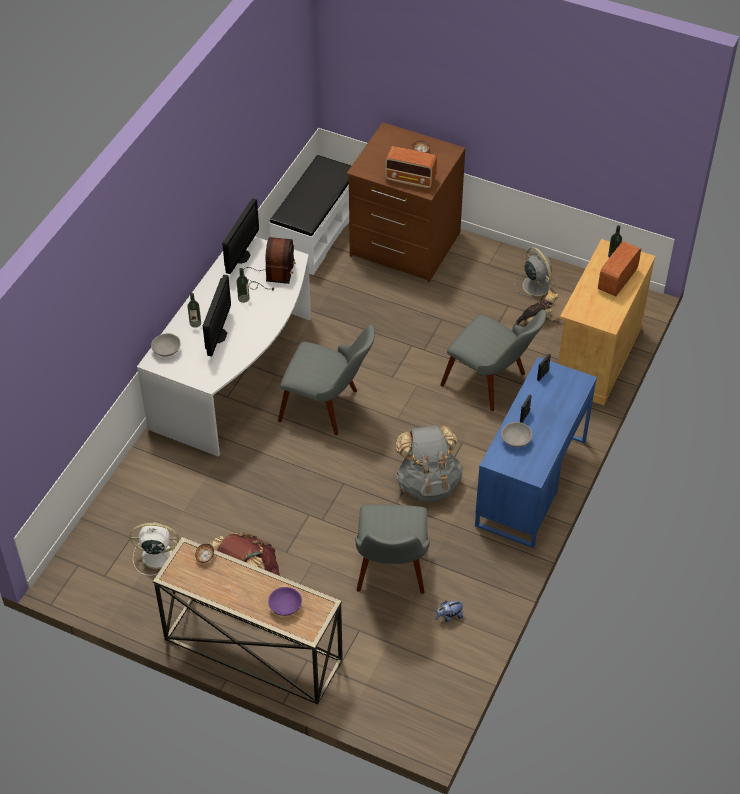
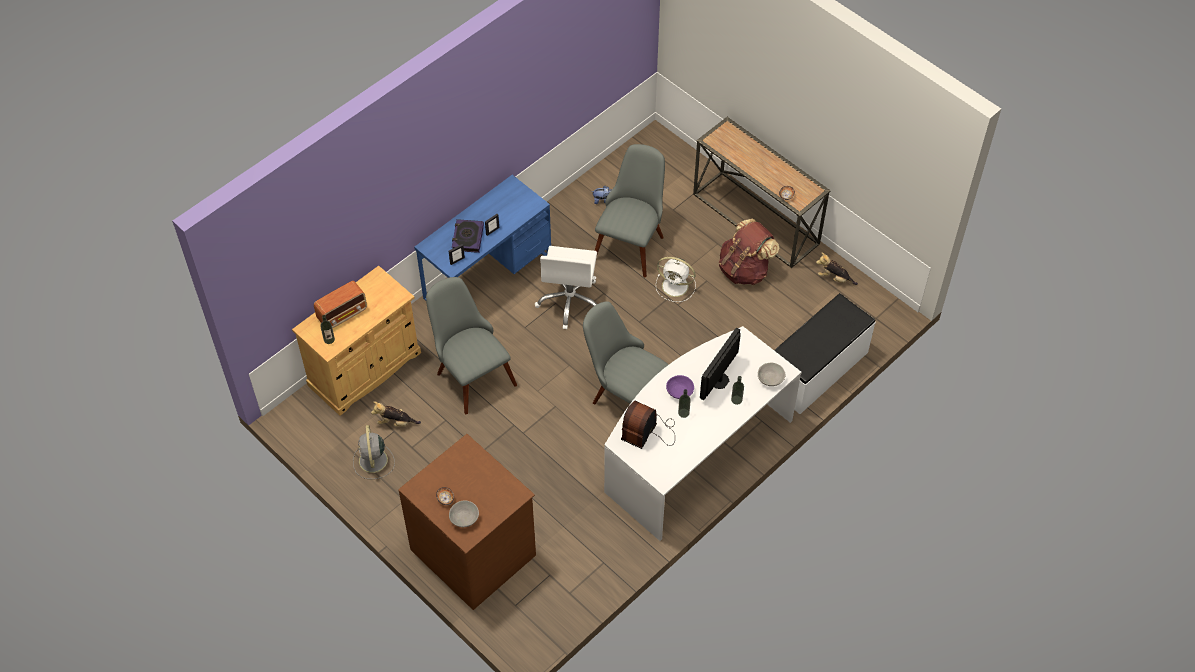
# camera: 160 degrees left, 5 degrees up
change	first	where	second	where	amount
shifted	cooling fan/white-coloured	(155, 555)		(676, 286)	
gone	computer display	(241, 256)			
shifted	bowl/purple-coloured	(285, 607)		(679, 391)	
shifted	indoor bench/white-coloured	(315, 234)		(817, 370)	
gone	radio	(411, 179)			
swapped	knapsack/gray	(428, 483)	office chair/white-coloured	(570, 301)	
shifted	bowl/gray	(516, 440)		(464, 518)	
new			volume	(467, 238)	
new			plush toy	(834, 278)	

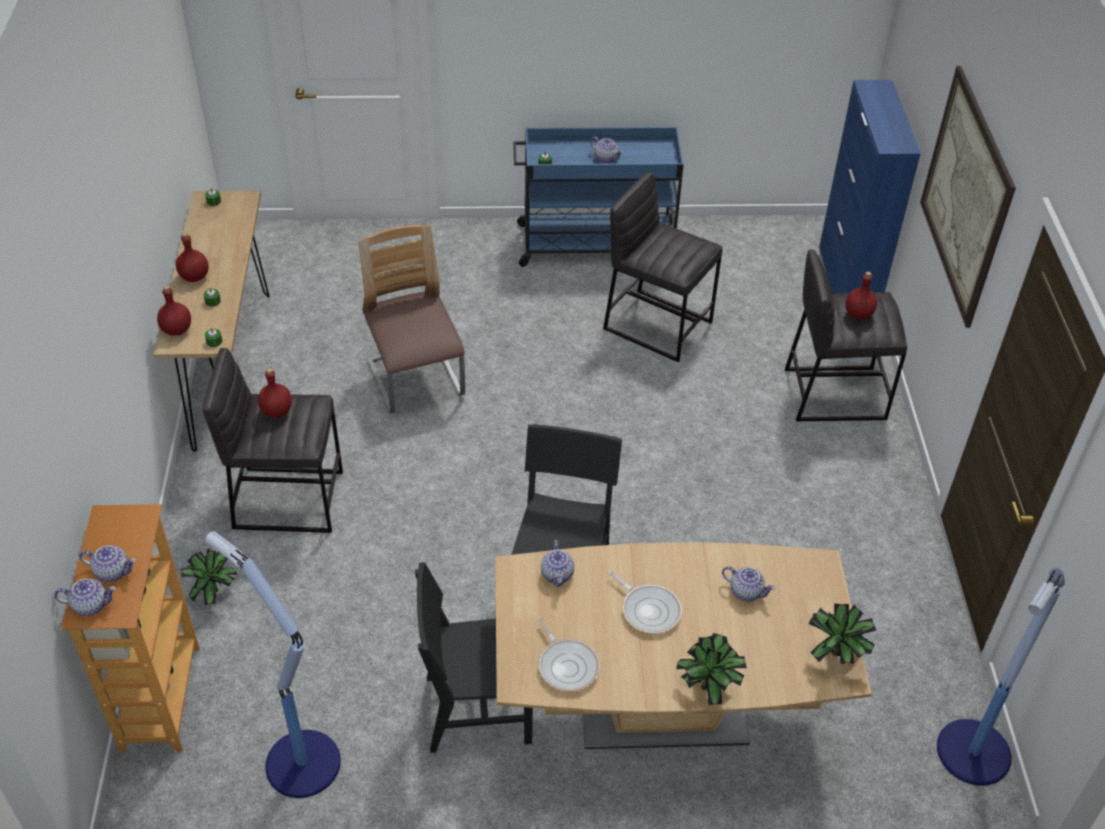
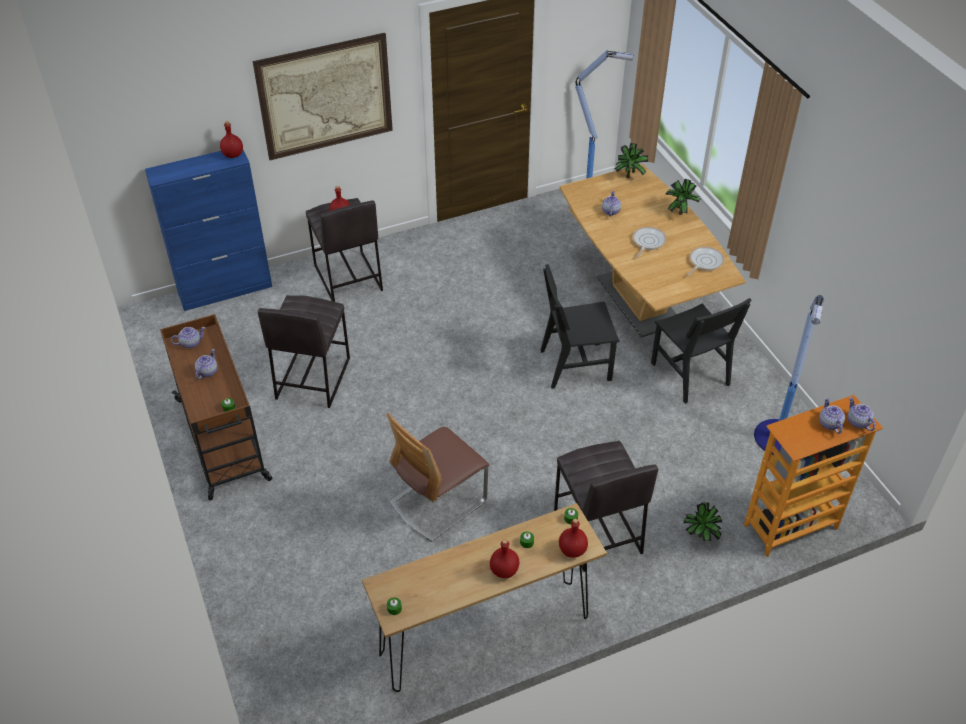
# camera: 110 degrees left, 0 degrees up
change	first	where	second	where	amount
shifted	beverage bottle/red	(277, 411)		(233, 154)	
repainted	cart/blue-coloured	(595, 244)	cart/brownish	(223, 440)	
shifted	tea pot	(557, 574)		(190, 343)	

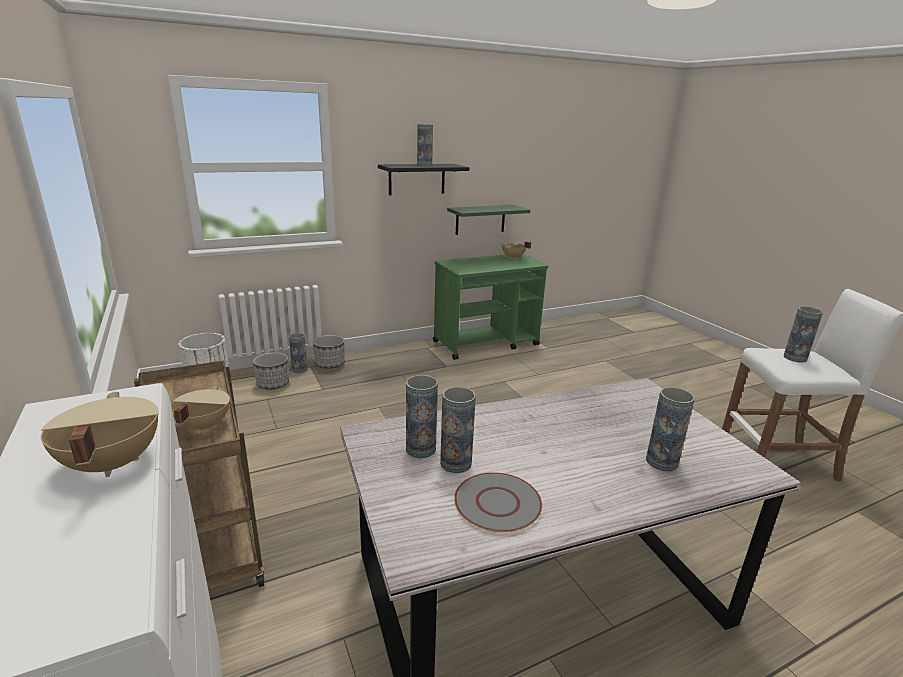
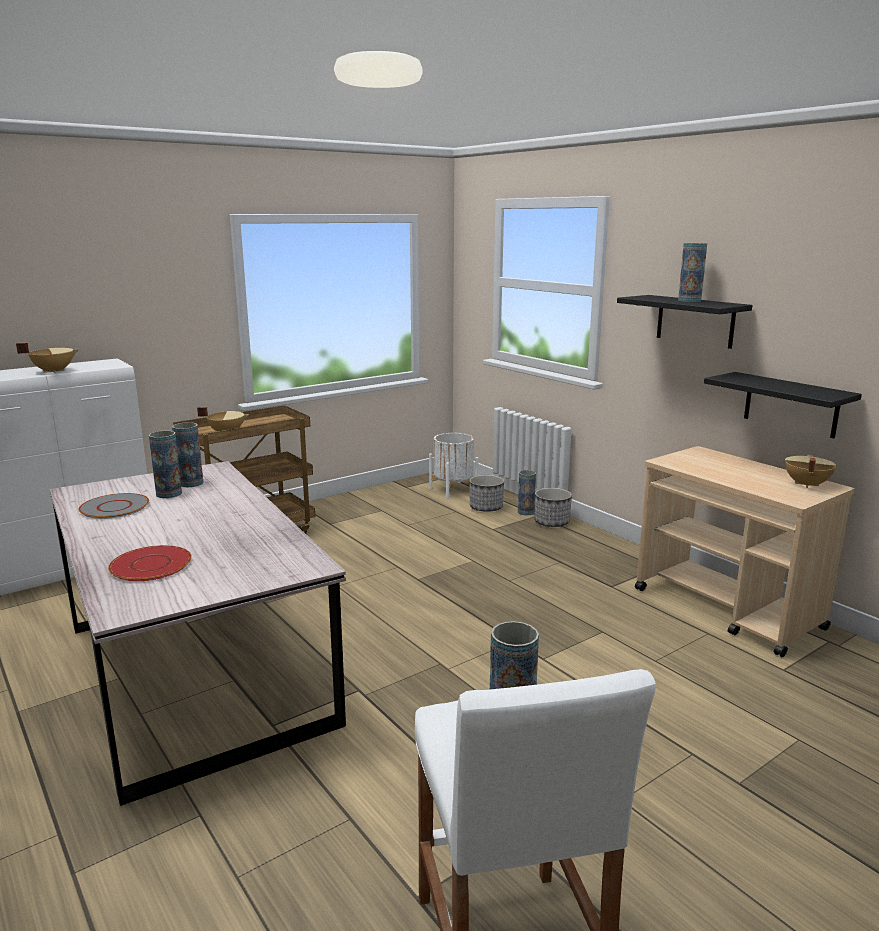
# camera: 80 degrees right, 5 degrees down
change	first	where	second	where	amount
repainted	cart/green	(486, 343)	cart/beige	(728, 609)	
repainted	shelf/green	(480, 219)	shelf/black	(791, 405)	
swapped	vase	(661, 461)	plate/red	(151, 564)	

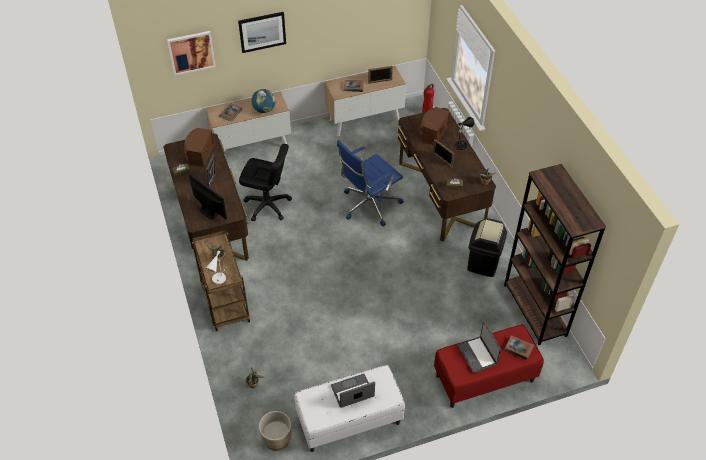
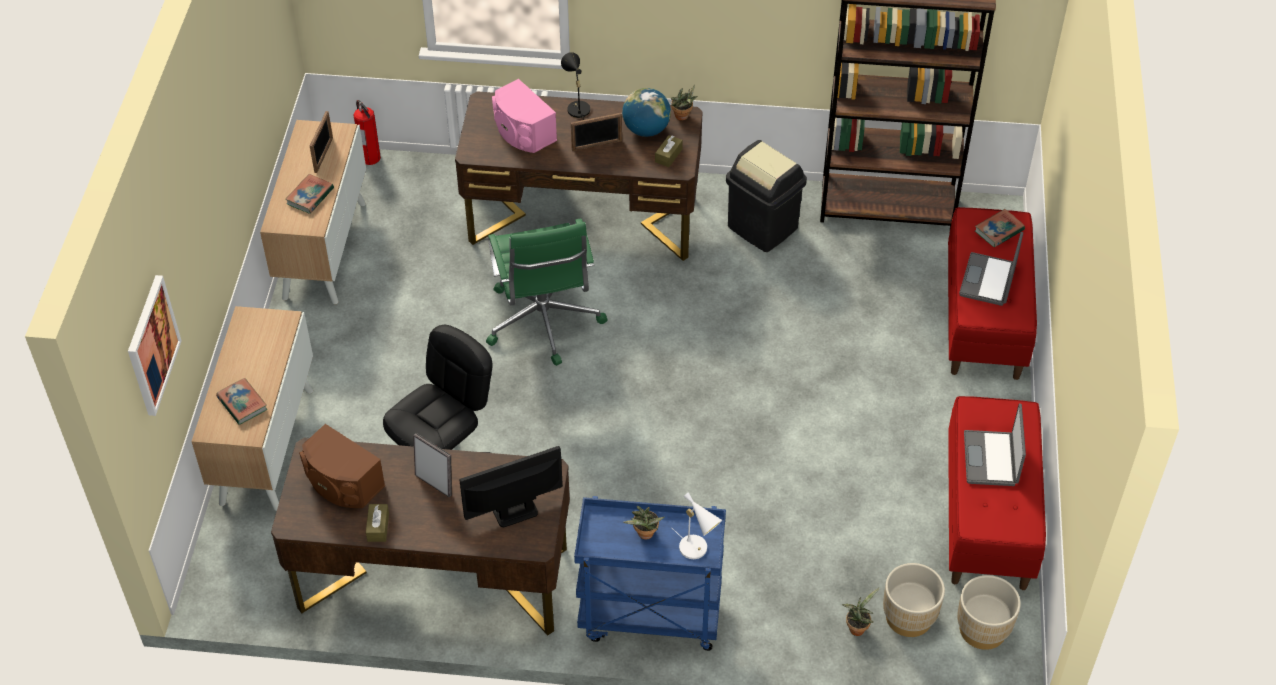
# camera: 65 degrees left, 0 degrees up
change	first	where	second	where	amount
repainted	cart/brownish	(224, 302)	cart/blue-coloured	(649, 616)	
gone	wall picture	(262, 31)			
shifted	globe	(264, 110)		(646, 130)	
repainted	indoor bench/white-coloured	(349, 420)	indoor bench/red	(988, 517)	
repainted	office chair/blue-coloured	(369, 205)	office chair/green	(543, 323)	
repainted	audio speaker/brownish	(432, 132)	audio speaker/pink	(522, 132)	
rotated	notebook computer	(478, 354)		(989, 280)	105 degrees clockwise
new			planter/beige	(909, 617)	

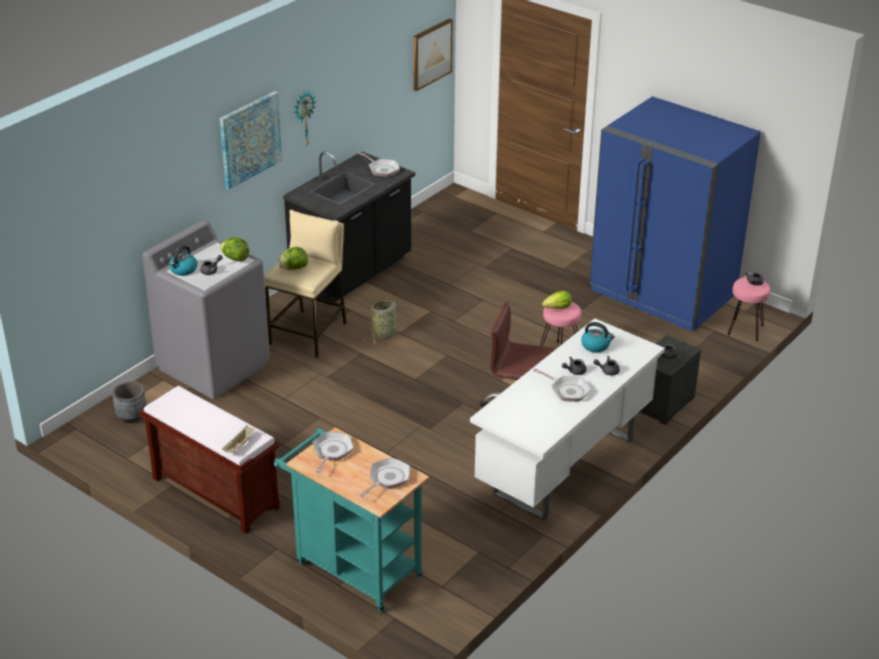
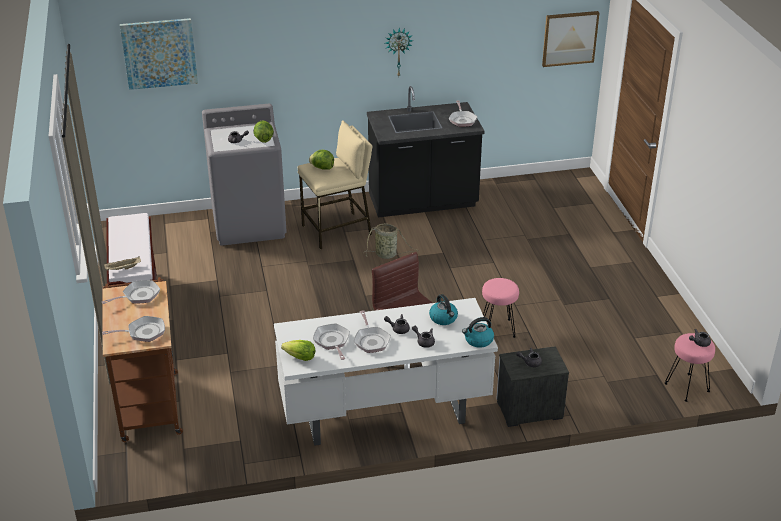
# camera: 40 degrees right, 0 degrees up
change	first	where	second	where	amount
gone	planter/gray	(131, 416)			
shifted	tea kettle	(183, 270)		(478, 340)	
shifted	wall picture	(250, 139)		(159, 53)	
repainted	cart/blue-green	(353, 567)	cart/brownish	(149, 401)	
shifted	head of lettuce	(558, 308)		(300, 357)	
gone	refrigerator/blue-coloured	(662, 293)			
new			frying pan	(332, 342)	

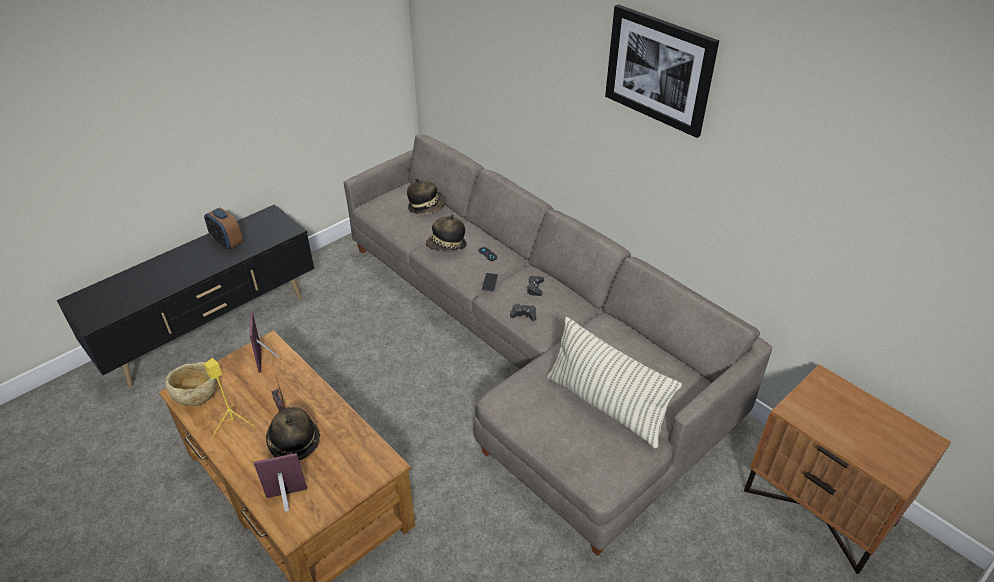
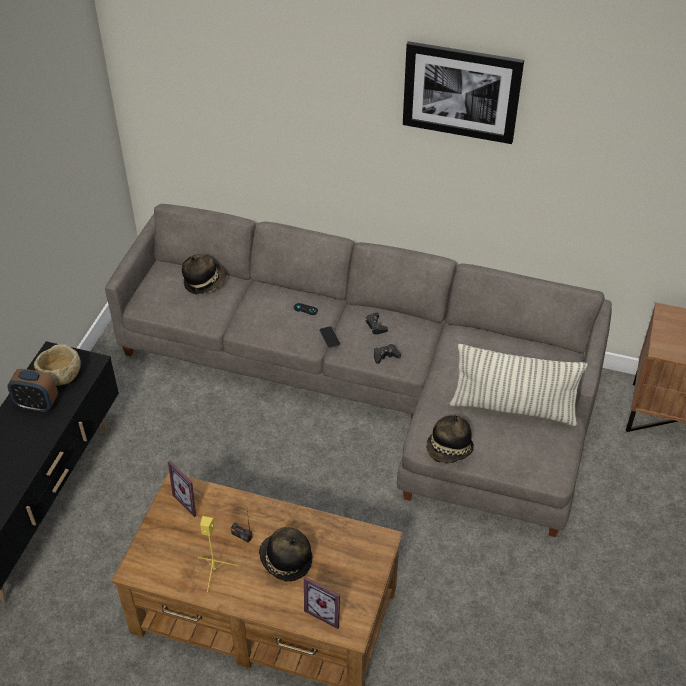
# camera: 30 degrees left, 5 degrees up
change	first	where	second	where	amount
shifted	bowl/beige	(197, 396)		(61, 377)	
rotated	standing frame	(287, 501)		(326, 611)	105 degrees counterclockwise
shifted	wearable hat	(446, 246)		(449, 450)	

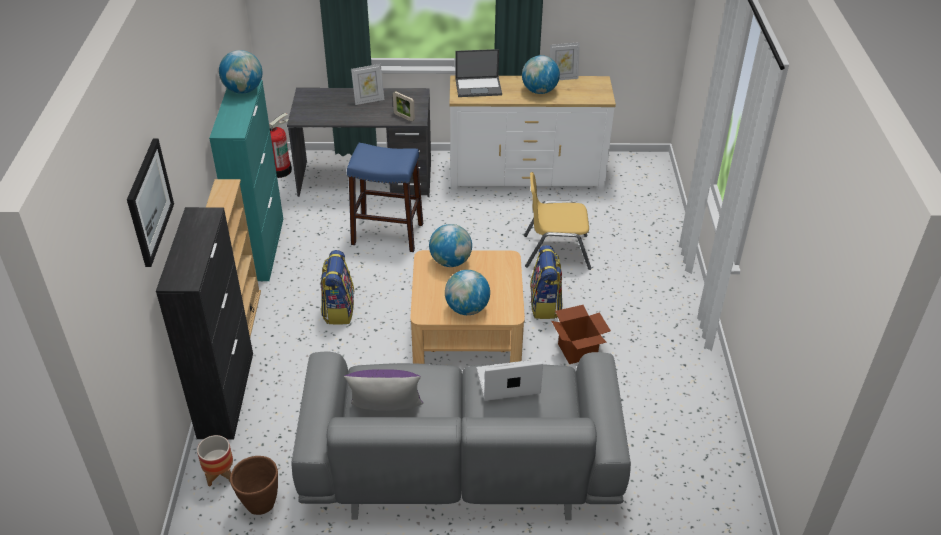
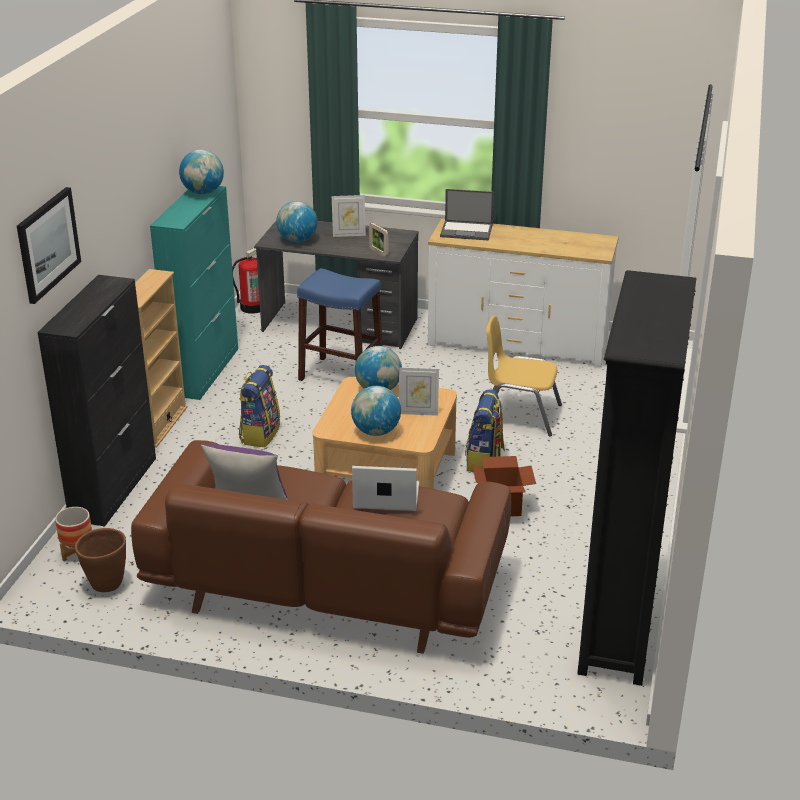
# camera: 15 degrees right, 10 degrees down
change	first	where	second	where	amount
repainted	couch/gray	(460, 463)	couch/brownish	(326, 584)	
shifted	globe	(539, 91)		(297, 240)	
shifted	standing frame	(563, 78)		(418, 412)	
new			shelving unit/black	(618, 626)	

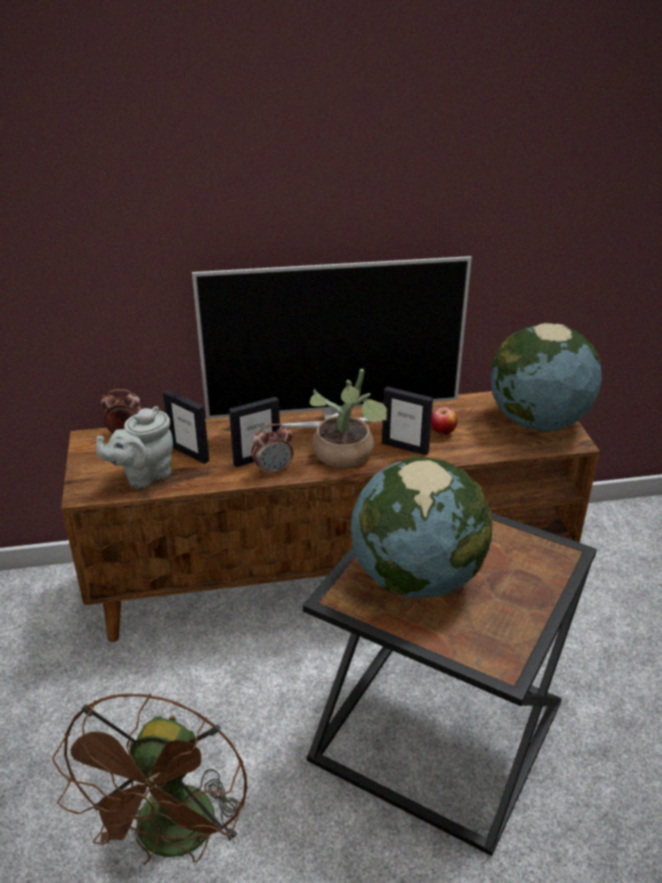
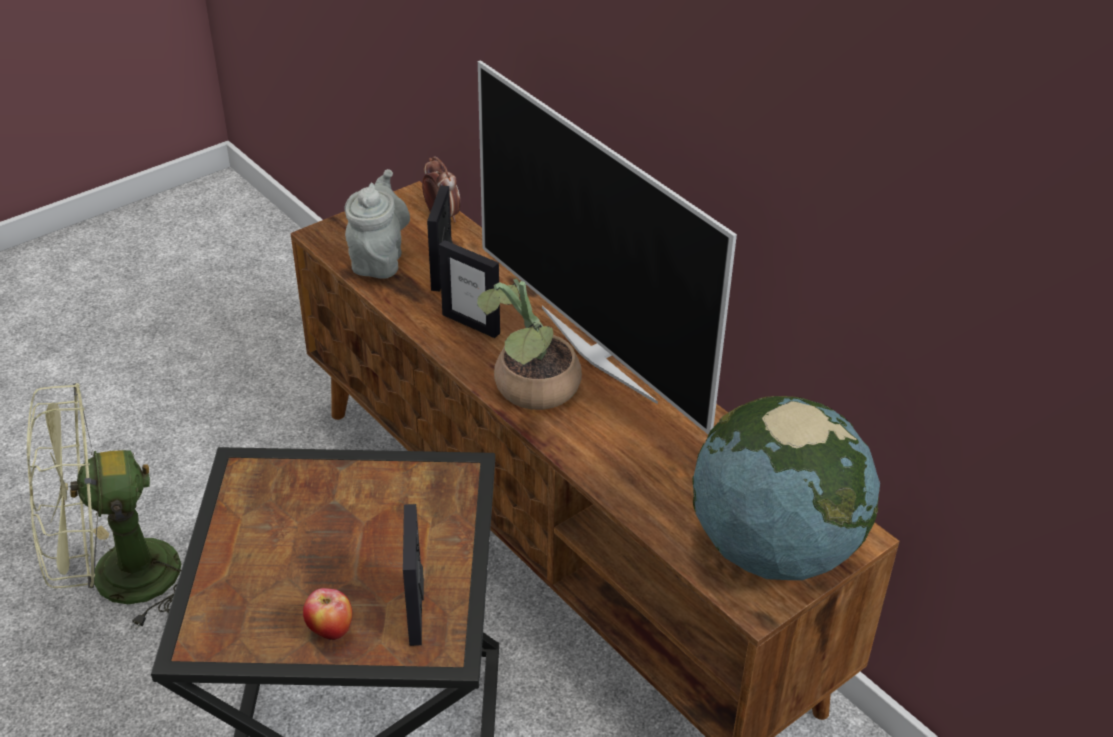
# camera: 60 degrees right, 5 degrees up
change	first	where	second	where	amount
repainted	cooling fan/brownish	(173, 840)	cooling fan/green	(116, 581)	
rotated	tea pot/gray	(143, 475)		(378, 259)	75 degrees clockwise
gone	bedside clock	(273, 470)			
gone	globe	(416, 578)			
shifted	standing frame	(405, 447)		(416, 612)	
shifted	apple	(442, 433)		(330, 631)	

